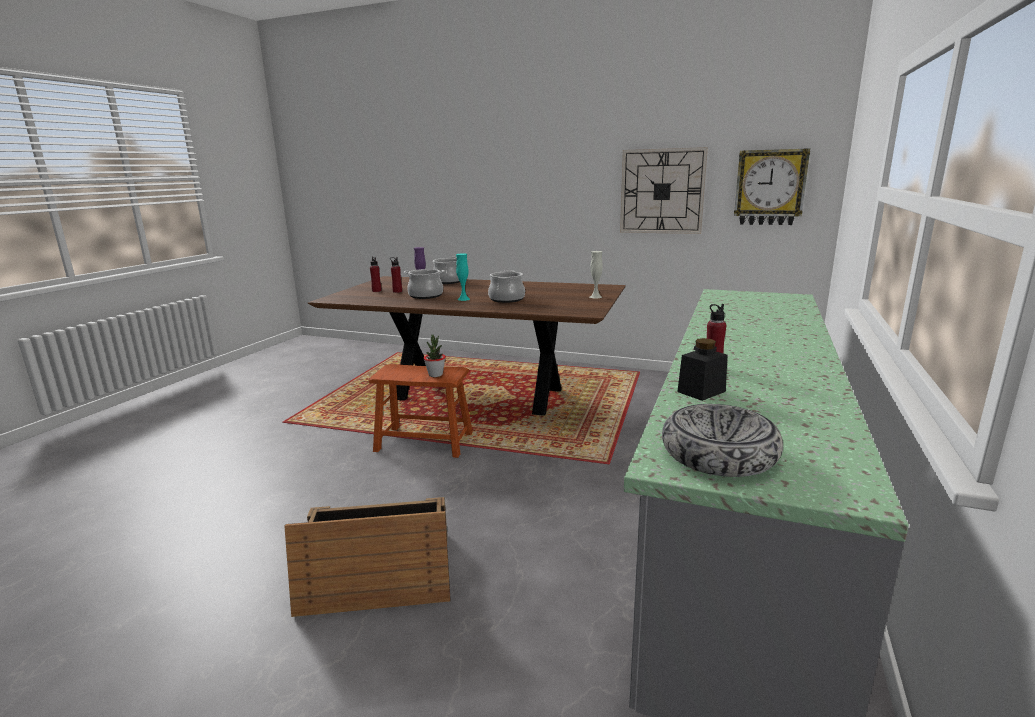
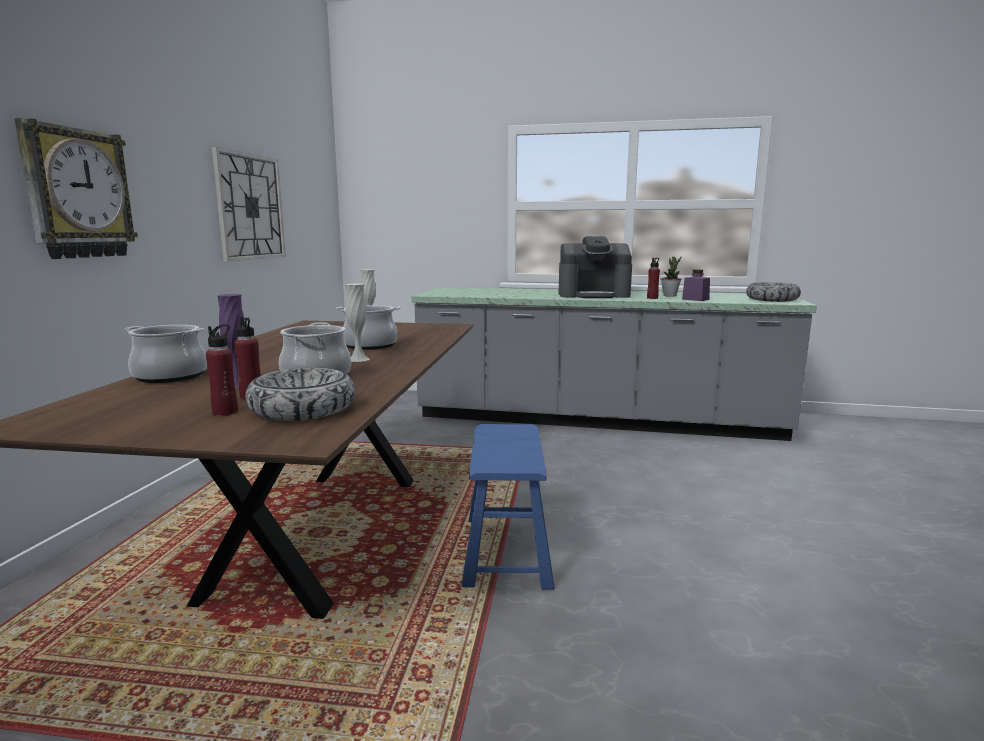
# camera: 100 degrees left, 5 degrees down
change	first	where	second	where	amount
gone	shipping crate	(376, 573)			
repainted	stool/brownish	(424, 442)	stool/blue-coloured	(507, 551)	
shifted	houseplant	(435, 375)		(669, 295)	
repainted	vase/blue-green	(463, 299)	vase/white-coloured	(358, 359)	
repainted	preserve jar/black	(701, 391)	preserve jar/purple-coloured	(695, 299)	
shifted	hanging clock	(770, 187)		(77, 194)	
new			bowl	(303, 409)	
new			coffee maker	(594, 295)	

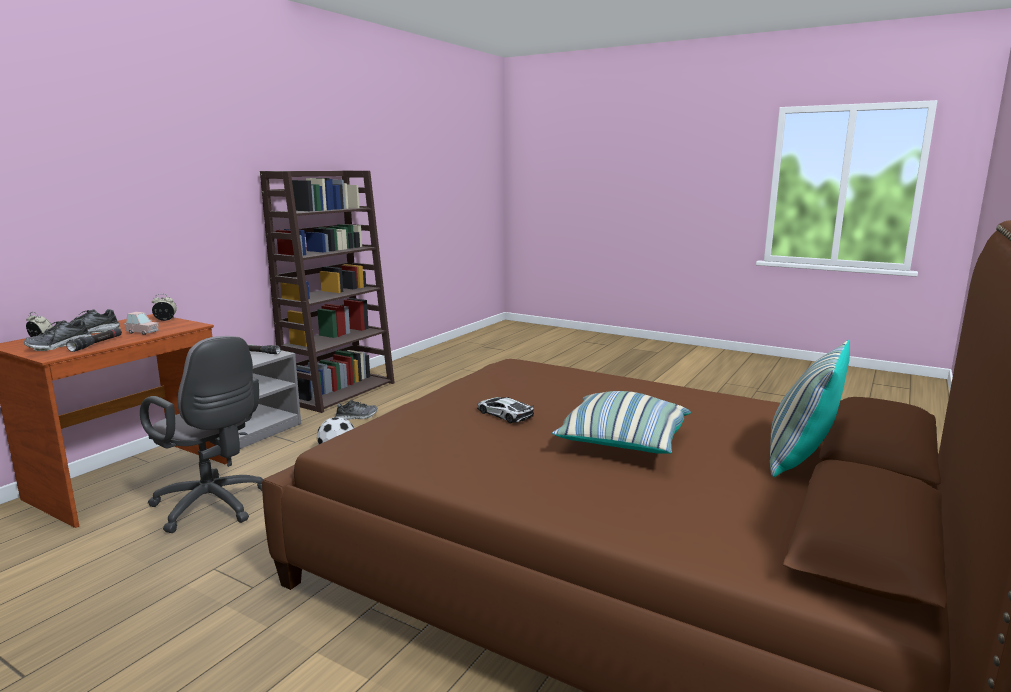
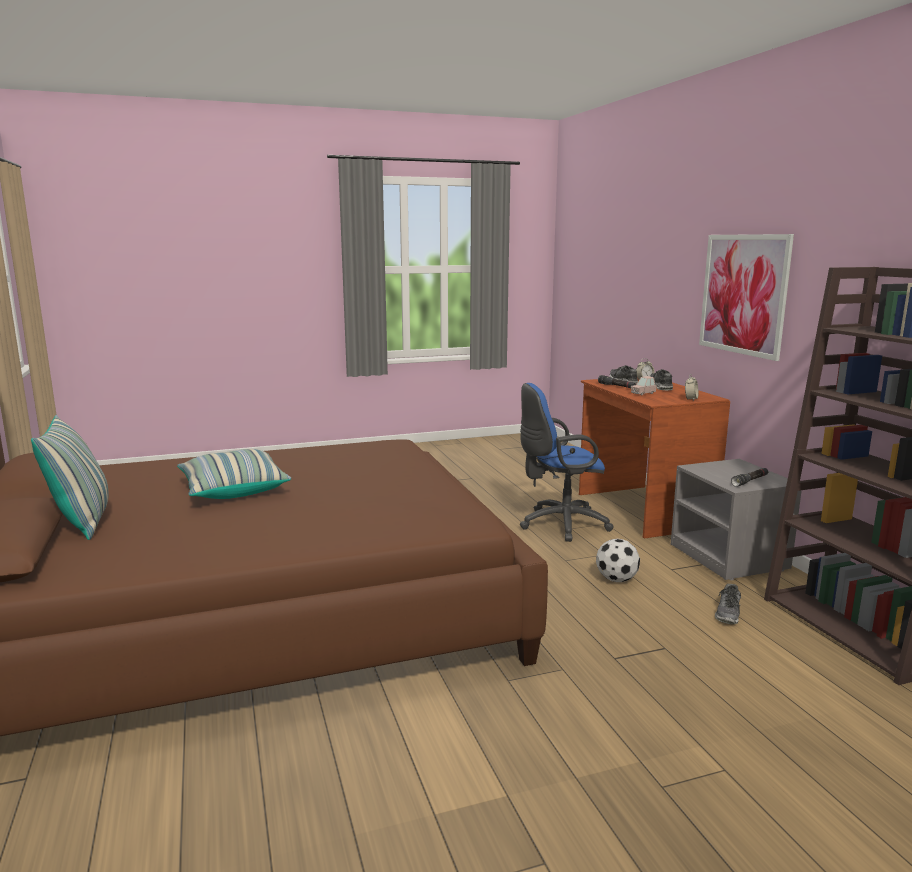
# camera: 130 degrees right, 0 degrees up
change	first	where	second	where	amount
repainted	office chair/gray	(214, 507)	office chair/blue-coloured	(559, 524)	
gone	toy car	(504, 414)			
new			wall picture	(743, 294)	

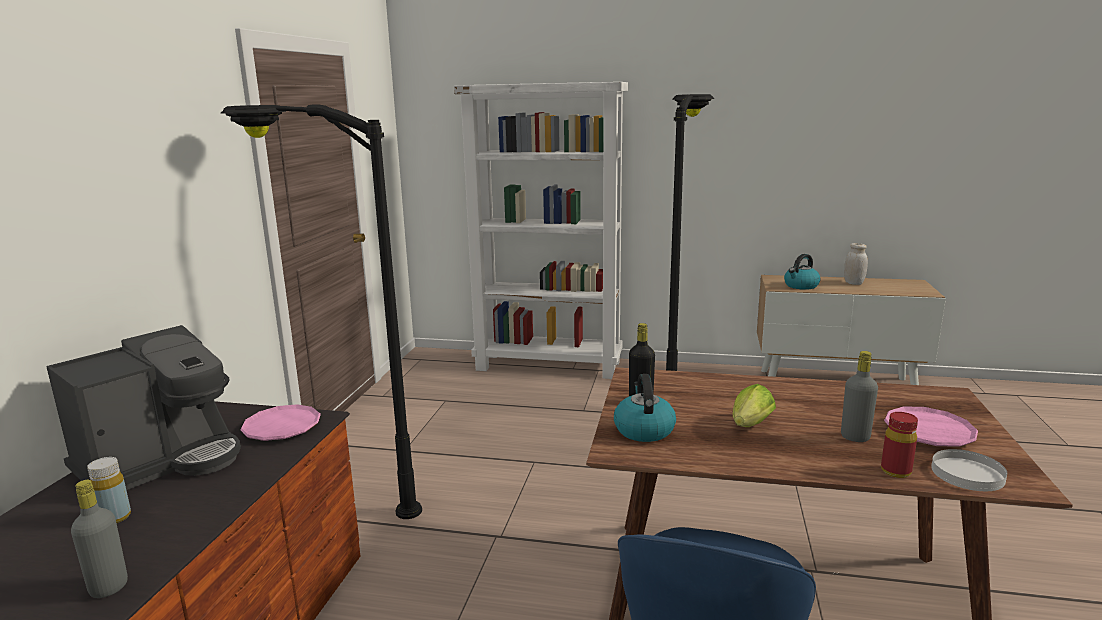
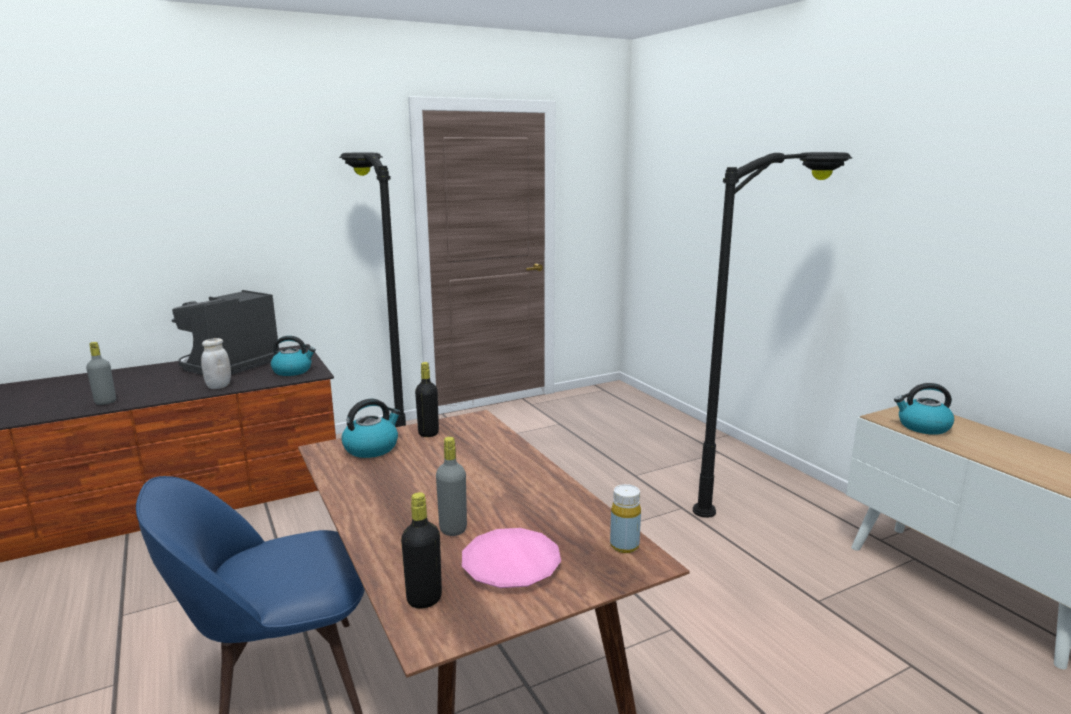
# camera: 50 degrees right, 0 degrees up
change	first	where	second	where	amount
rotated	coffee maker	(162, 461)		(230, 365)	120 degrees clockwise
shifted	beverage bottle/yellow-coloured	(115, 517)		(624, 546)	
swapped	plate/pink	(282, 428)	tea kettle	(293, 371)	
gone	shelving unit/white-coloured	(549, 365)			
gone	head of lettuce	(749, 426)			
shifted	preserve jar/white-coloured	(853, 283)		(218, 386)	
gone	beverage bottle/red	(895, 471)			
swapped	plate/white-coloured	(967, 474)	beverage bottle/black	(424, 599)	

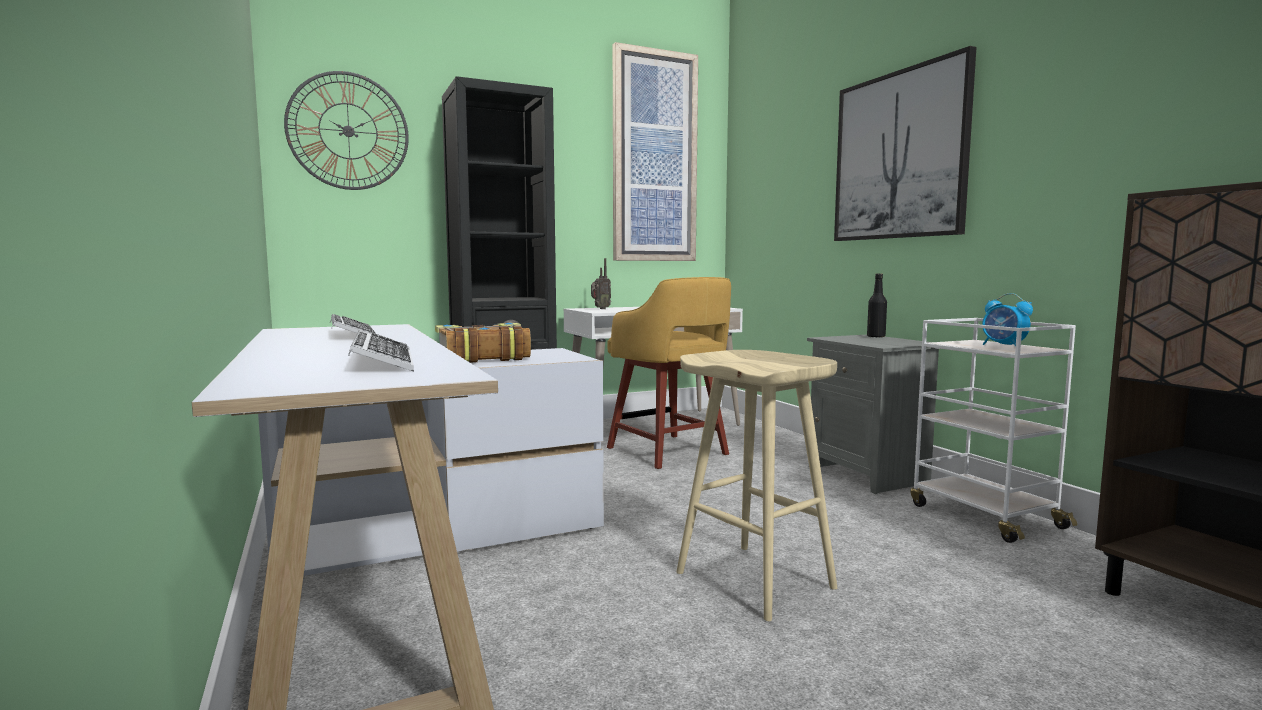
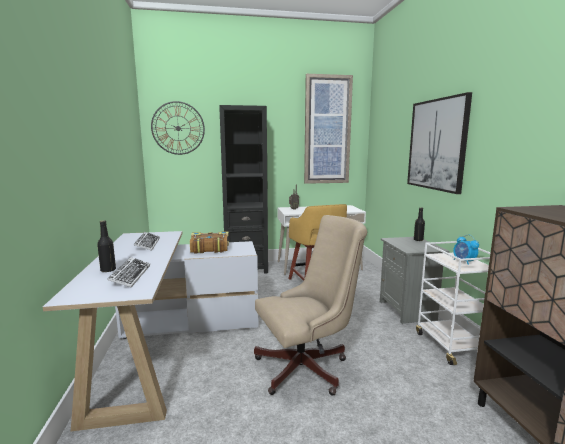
# camera: 15 degrees right, 5 degrees up
change	first	where	second	where	amount
swapped	stool/beige	(757, 580)	office chair/beige	(308, 367)	
new			beverage bottle/black	(108, 270)	

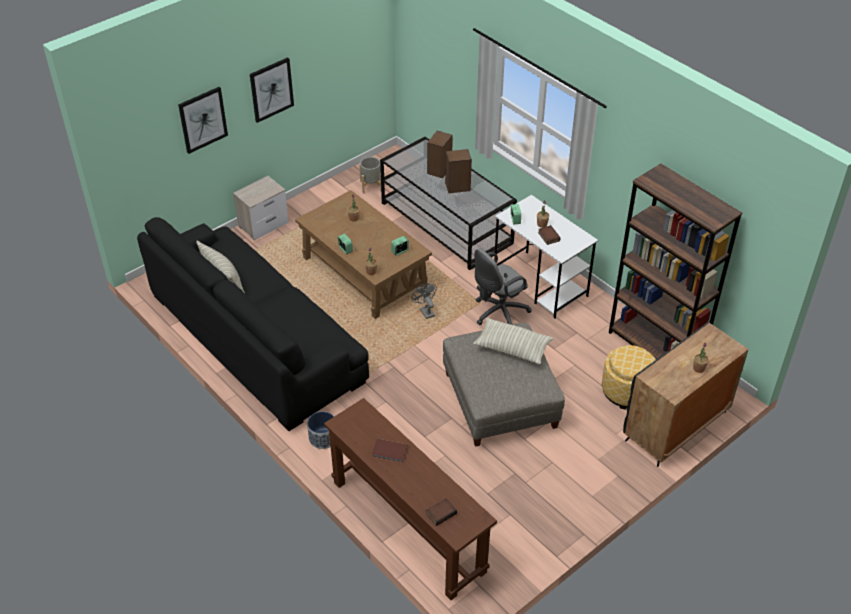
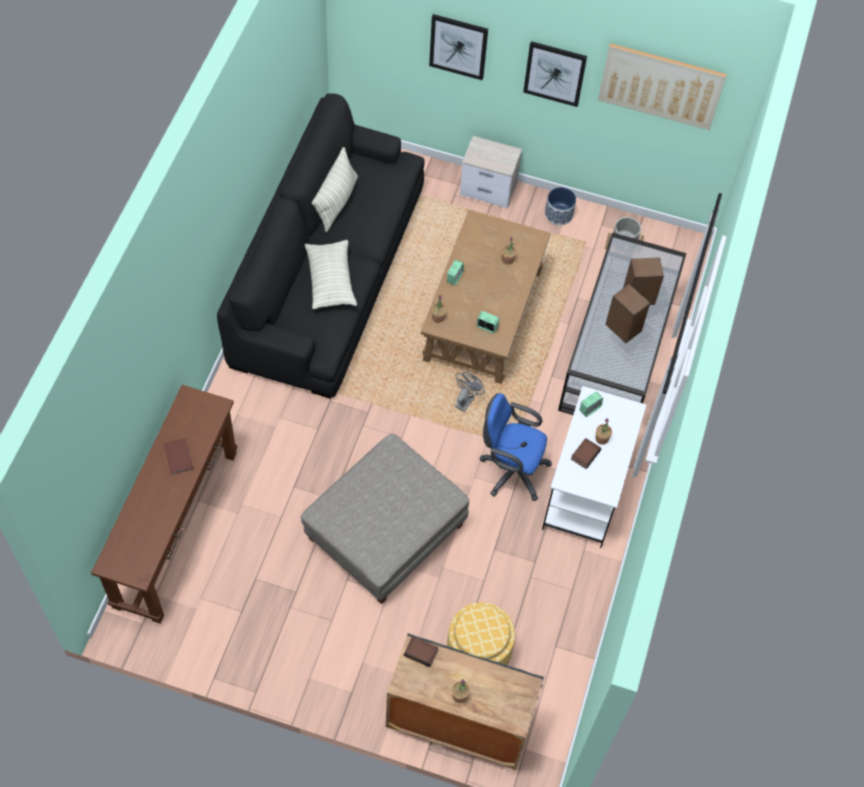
# camera: 55 degrees right, 15 degrees up
change	first	where	second	where	amount
shifted	planter	(323, 438)		(558, 214)	
shifted	volume	(441, 513)		(421, 652)	
shifted	throw pillow	(512, 348)		(330, 281)	
repainted	office chair/gray	(498, 313)	office chair/blue-coloured	(510, 470)	
gone	shelving unit/brownish	(655, 348)			
new			wall picture	(661, 85)	

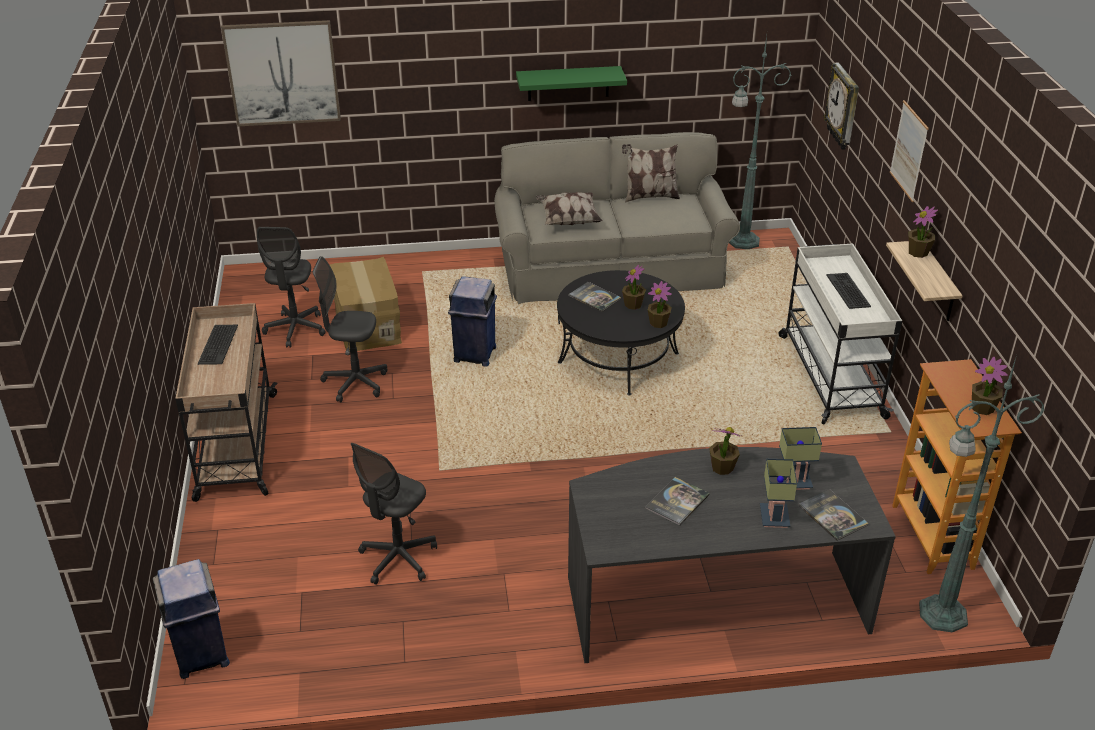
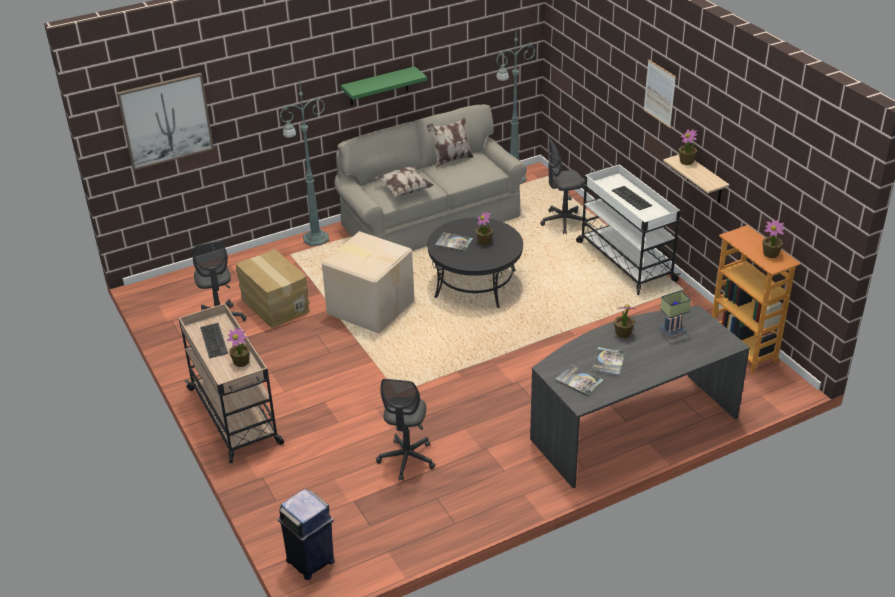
# camera: 20 degrees left, 0 degrees up
change	first	where	second	where	amount
shifted	office chair/gray	(355, 383)		(563, 222)	
swapped	trash can/blue-coloured	(474, 355)	carton	(370, 307)	
shifted	houseplant	(658, 323)		(241, 362)	
gone	tabletop lamp	(776, 518)			
shifted	volume	(832, 515)		(579, 381)	
gone	hanging clock	(844, 107)			
shifted	standard lamp/green	(940, 614)		(314, 239)	

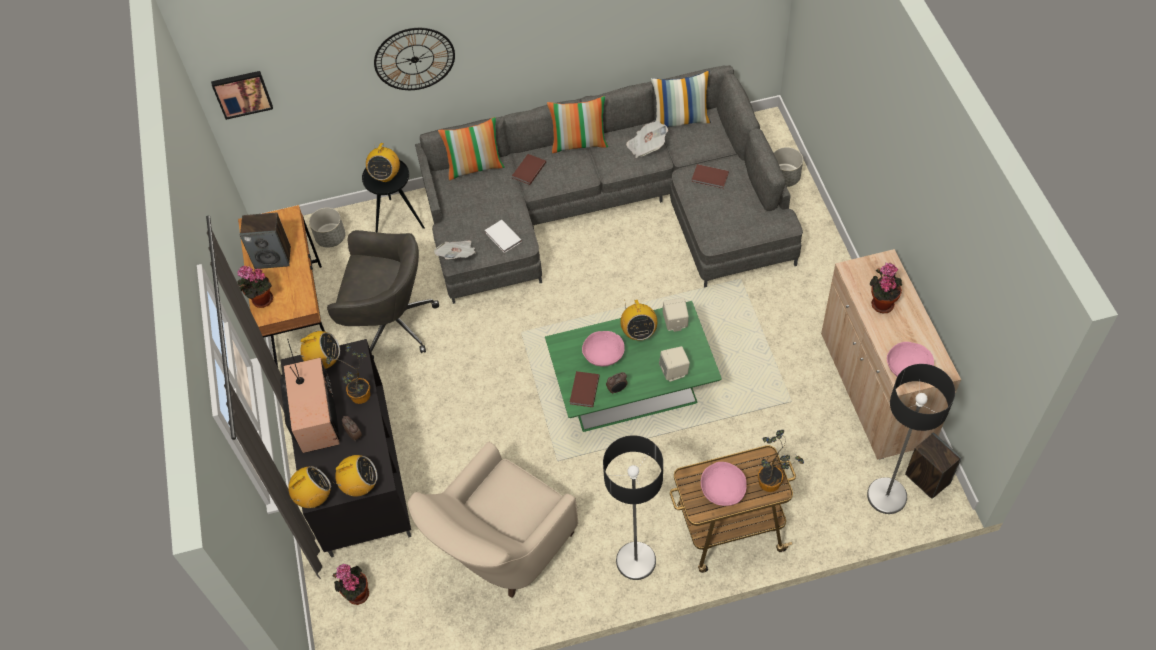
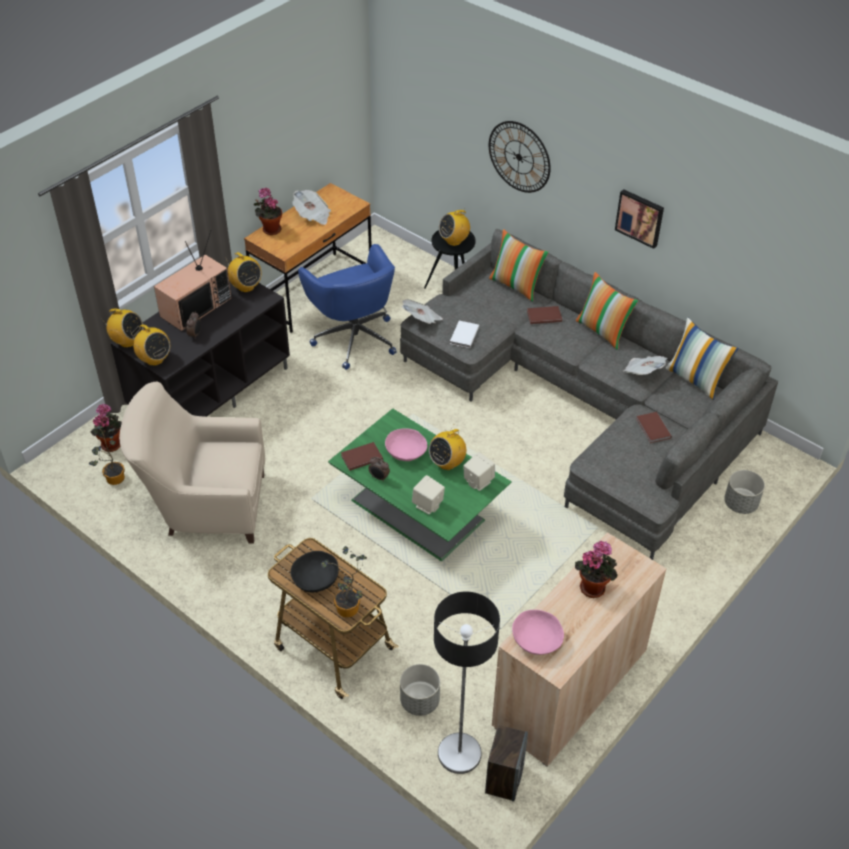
# camera: 50 degrees right, 10 degrees down
change	first	where	second	where	amount
shifted	wall picture	(242, 93)		(640, 217)	
swapped	audio speaker	(273, 257)	daily paper	(312, 216)	
shifted	planter/gray	(331, 238)		(419, 701)	
shifted	houseplant	(361, 398)		(113, 480)	
repainted	office chair/gray	(390, 324)	office chair/blue-coloured	(354, 337)	
gone	standard lamp	(636, 561)			
repainted	bowl/pink	(723, 489)	bowl/black	(315, 579)	

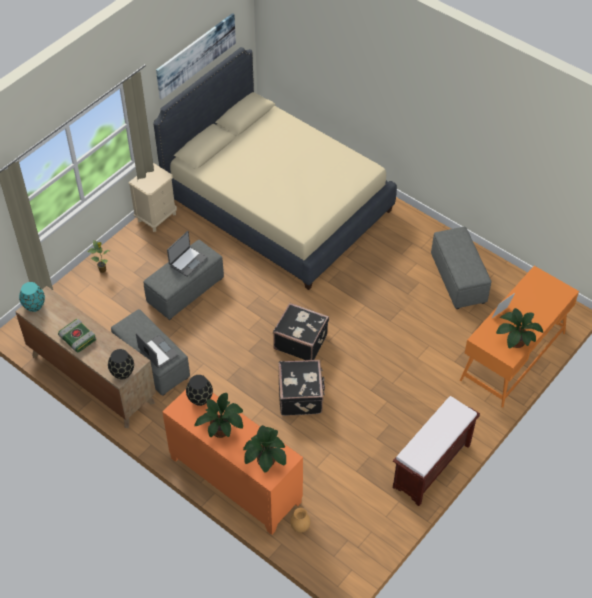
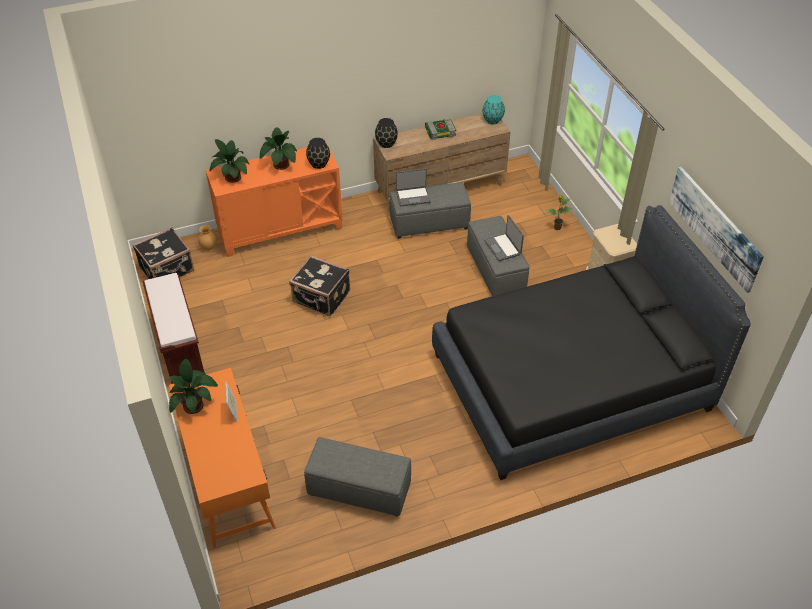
# camera: 120 degrees right, 5 degrees down
change	first	where	second	where	amount
repainted	bed/beige	(277, 204)	bed/black	(571, 382)	
shifted	suitcase/black	(300, 341)		(167, 269)	

